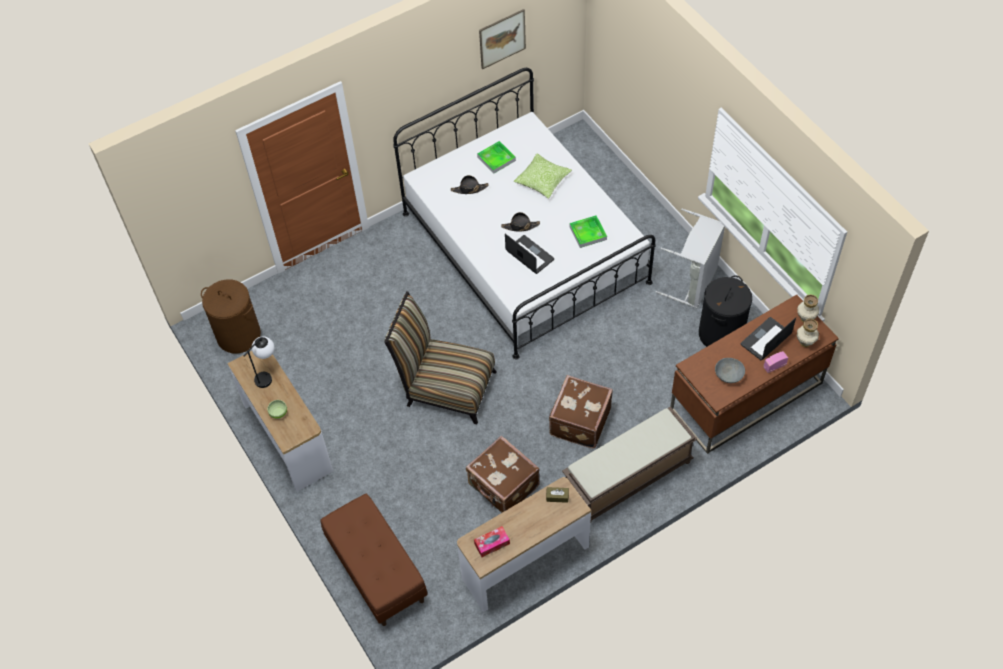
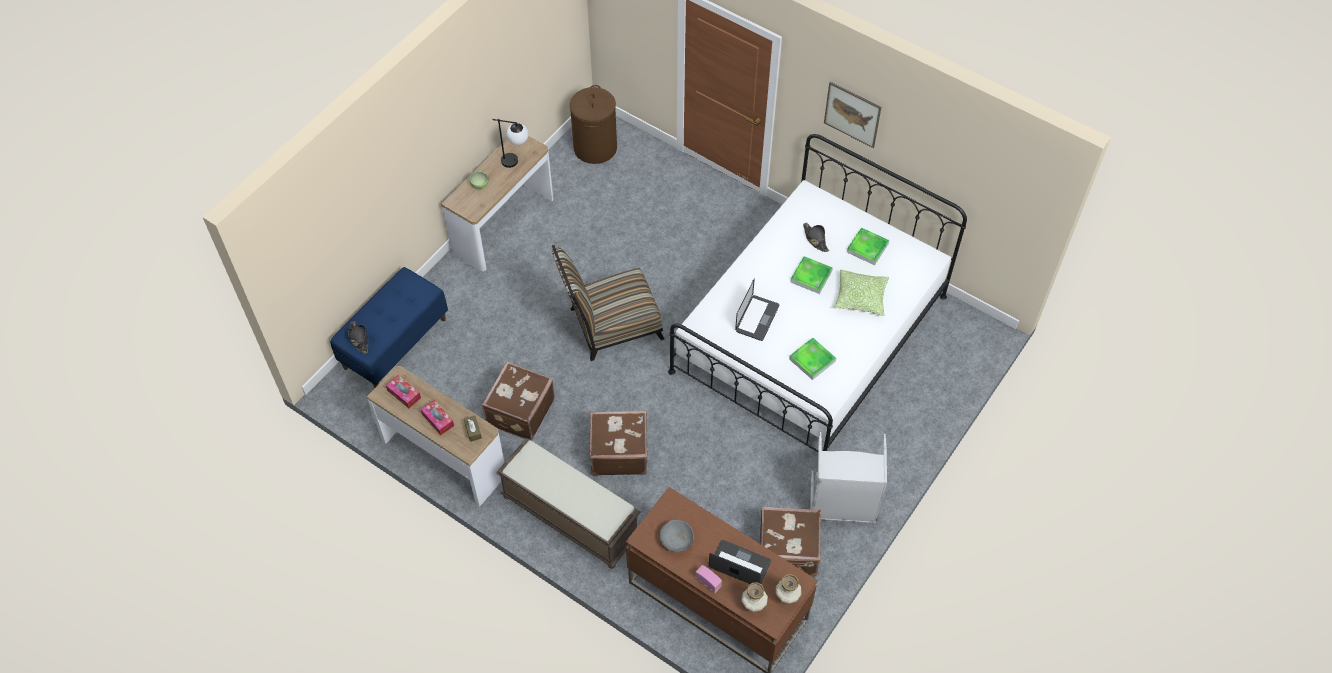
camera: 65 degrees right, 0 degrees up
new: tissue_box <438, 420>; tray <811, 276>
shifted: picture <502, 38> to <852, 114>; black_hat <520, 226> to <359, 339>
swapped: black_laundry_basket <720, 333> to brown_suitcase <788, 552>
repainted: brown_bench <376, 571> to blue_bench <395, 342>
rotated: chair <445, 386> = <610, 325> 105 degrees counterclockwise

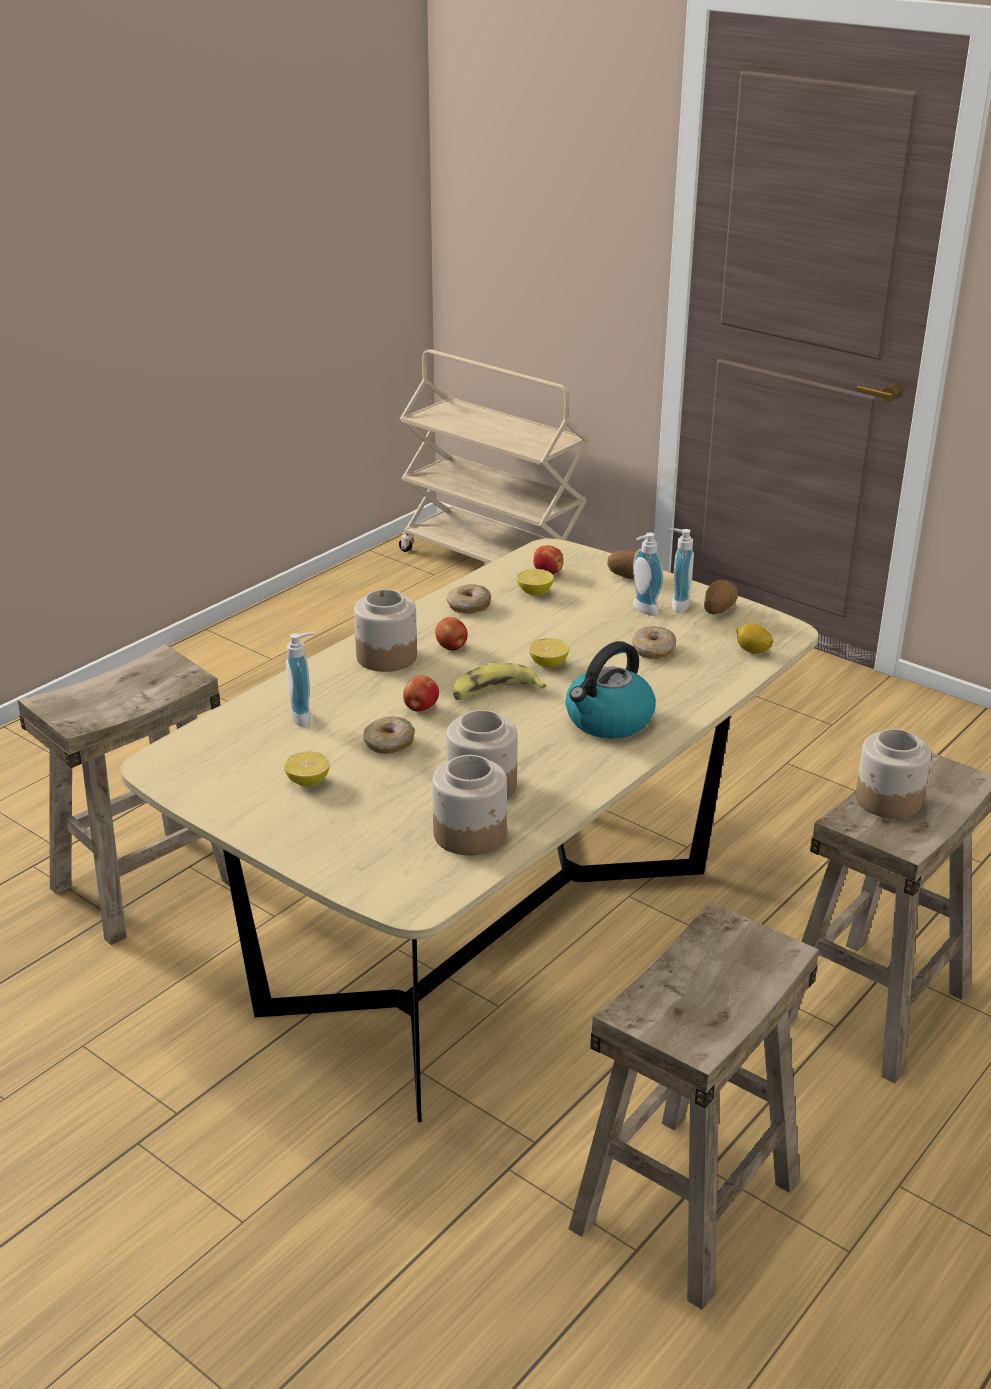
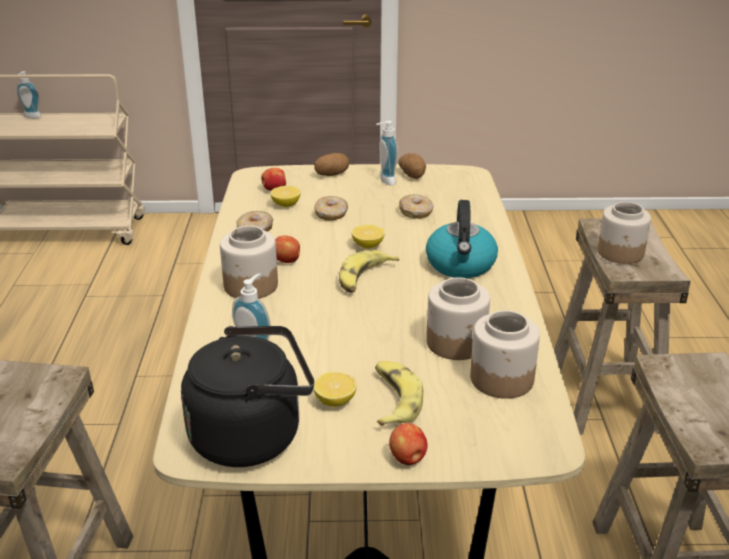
camera: 40 degrees left, 0 degrees up
gone: lemon <752, 651>
new: black_kettle <252, 435>; banana <393, 400>
shifted: donut <389, 743> to <331, 214>; apple <420, 708> to <408, 458>; soap_dispenser <642, 610> to <31, 117>

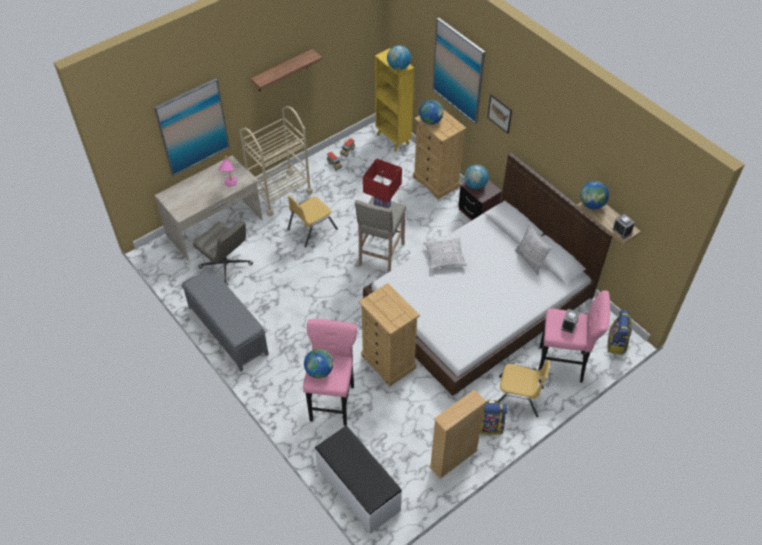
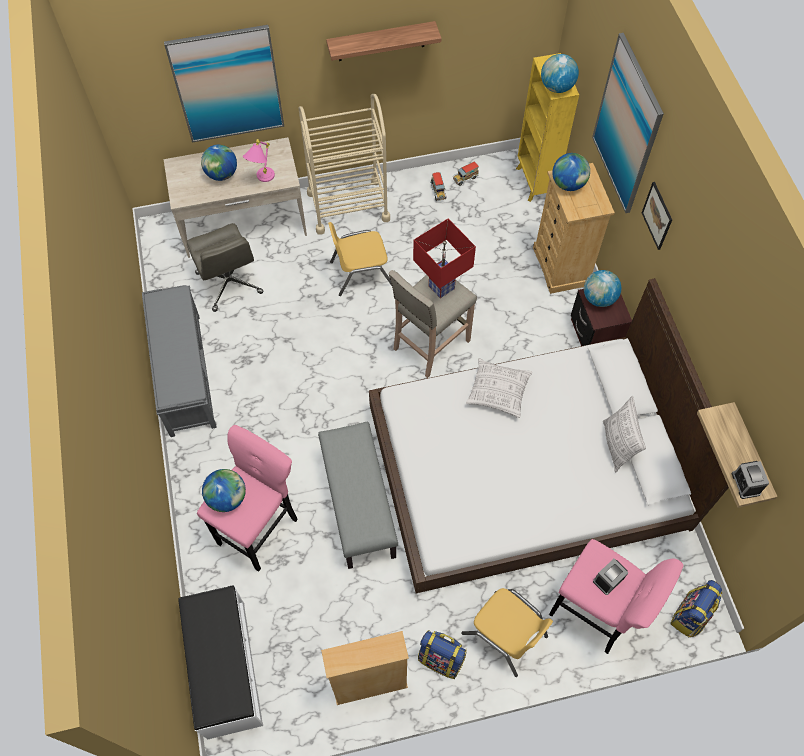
camera: 25 degrees right, 10 degrees up
shifted: globe <592, 204> to <222, 174>
swapped: beige_dresser <388, 362> to grey_bench <359, 504>

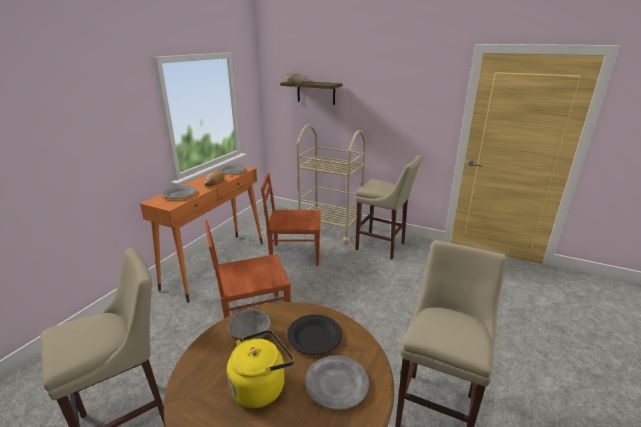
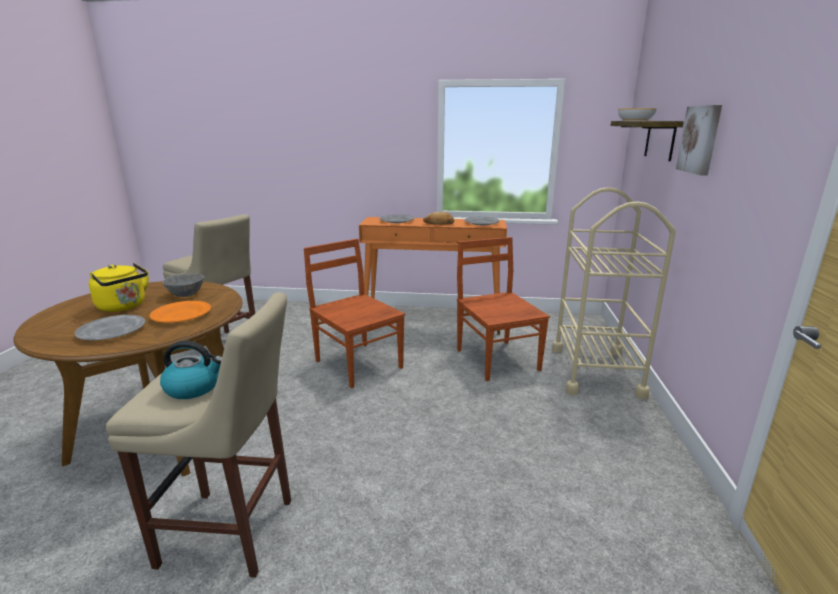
camera: 70 degrees right, 5 degrees down
gone: beige_stool <382, 247>
new: kettle <194, 387>; picture <700, 139>
repainted: black_plate <314, 336> to orange_plate <182, 315>

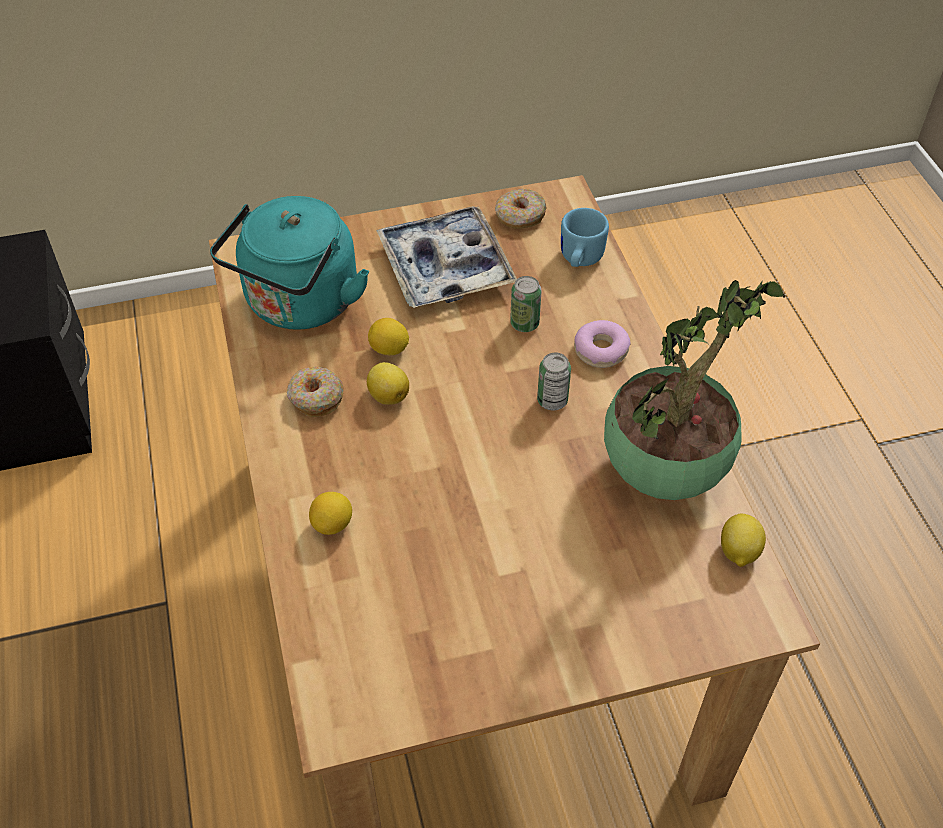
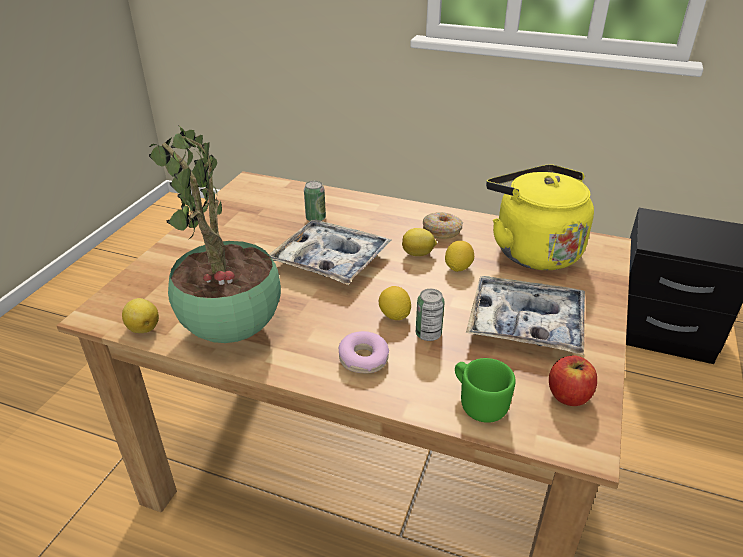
camera: 125 degrees right, 15 degrees down
new: tray <330, 260>
shifted: lemon <333, 524> to <394, 315>; can <552, 400> to <315, 218>
swapped: donut <520, 216> to apple <568, 395>
repainted: turquoise_kettle <299, 305> to yellow_kettle <532, 250>; blue_mug <579, 260> to green_mug <478, 403>

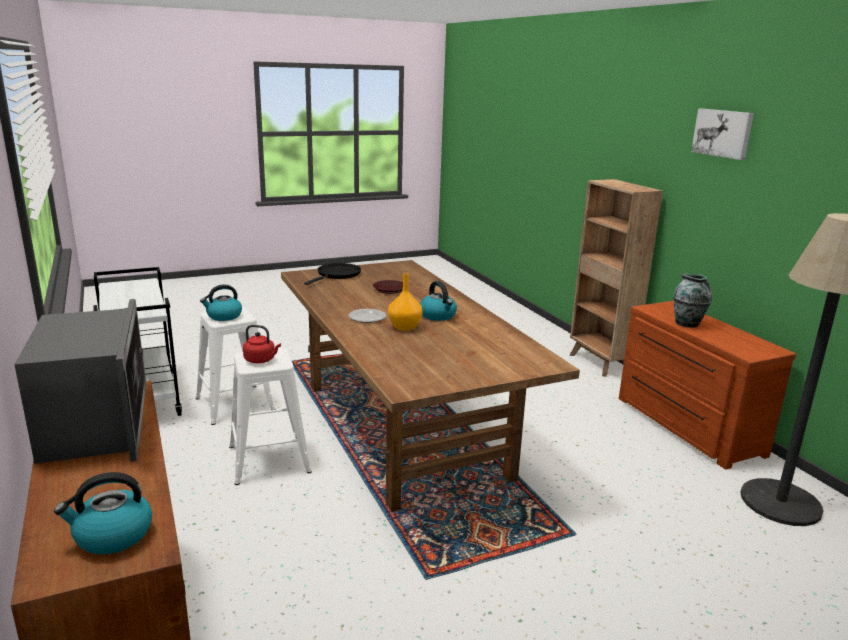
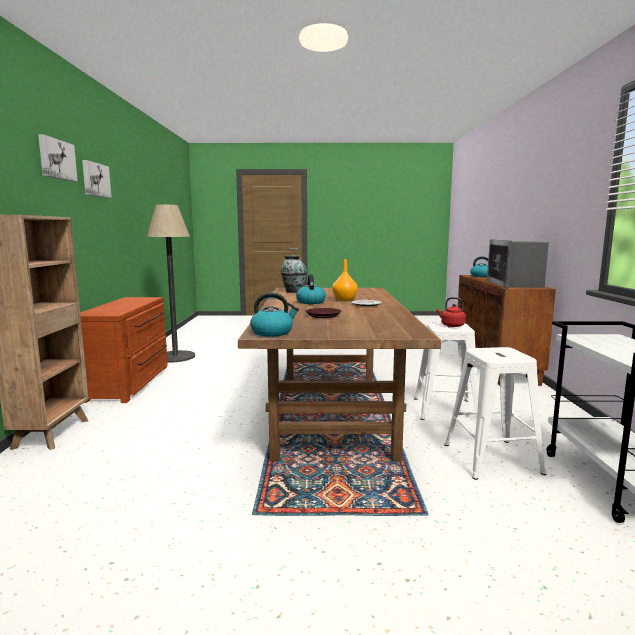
camera: 155 degrees left, 10 degrees down
gone: black_frying_pan <337, 275>
new: picture <95, 179>
shifted: kettle <223, 316> to <272, 332>; vase <687, 324> to <293, 291>

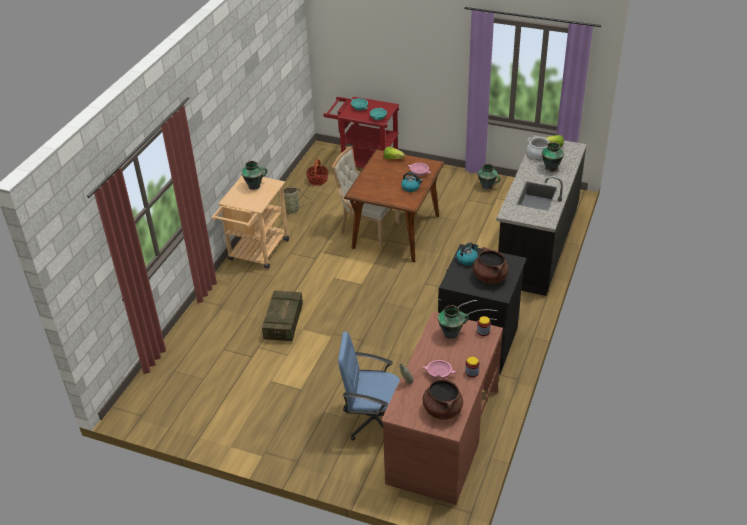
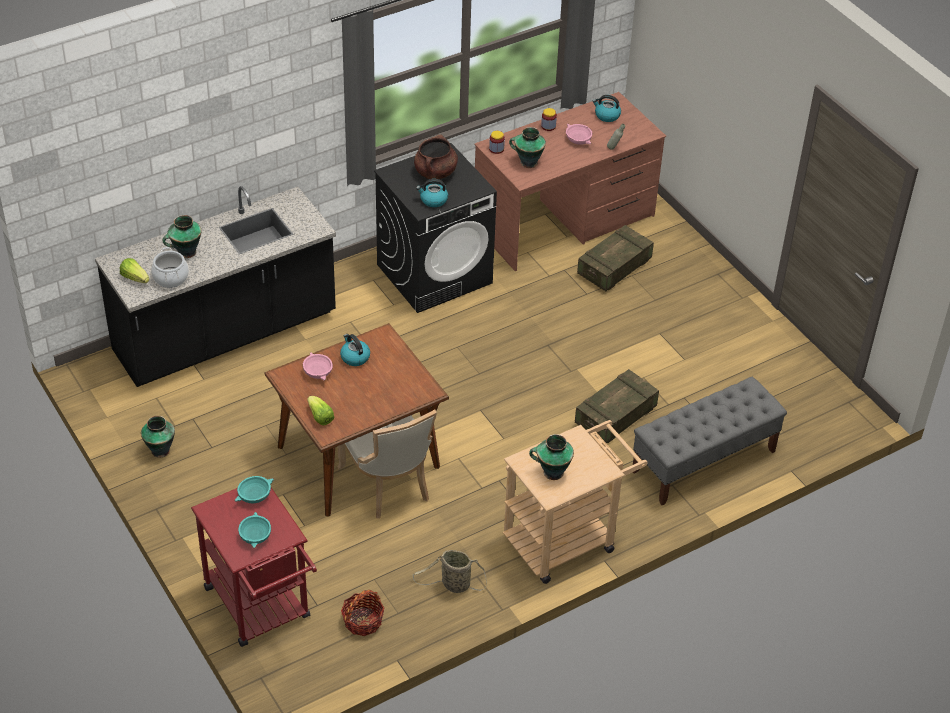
camera: 145 degrees left, 5 degrees up
new: grey_bench <703, 461>
swapped: blue_office_chair <373, 419> to crate <614, 268>; brown_cooking_pot <442, 409> to kettle <606, 115>

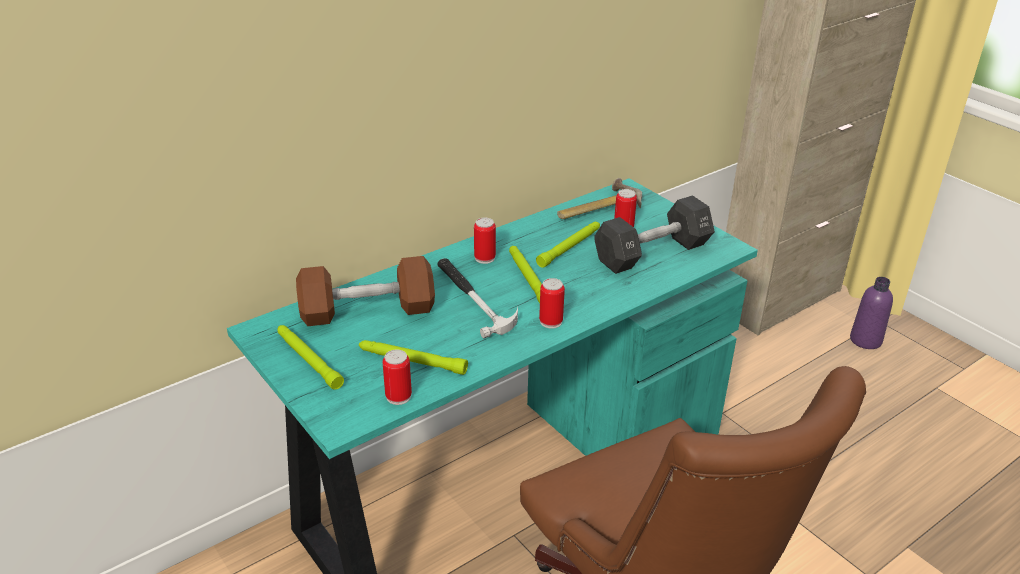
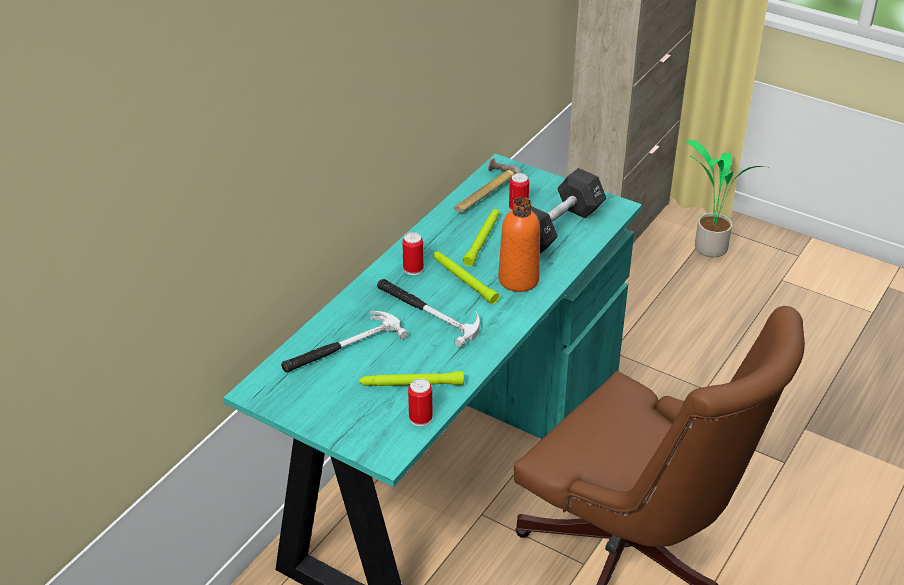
camera: 20 degrees left, 5 degrees up
gone: green_flashlight <308, 360>; can <551, 321>
new: orange_bottle <518, 279>
swapped: brown_dumbbell <367, 311> to hammer <341, 347>; purple_bottle <865, 340> to potted_plant <708, 248>

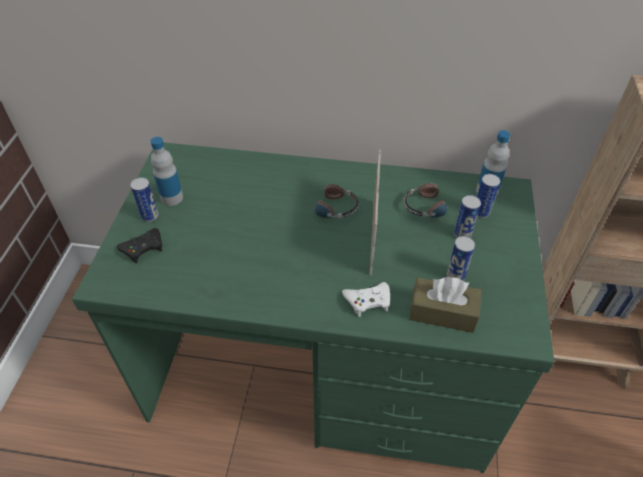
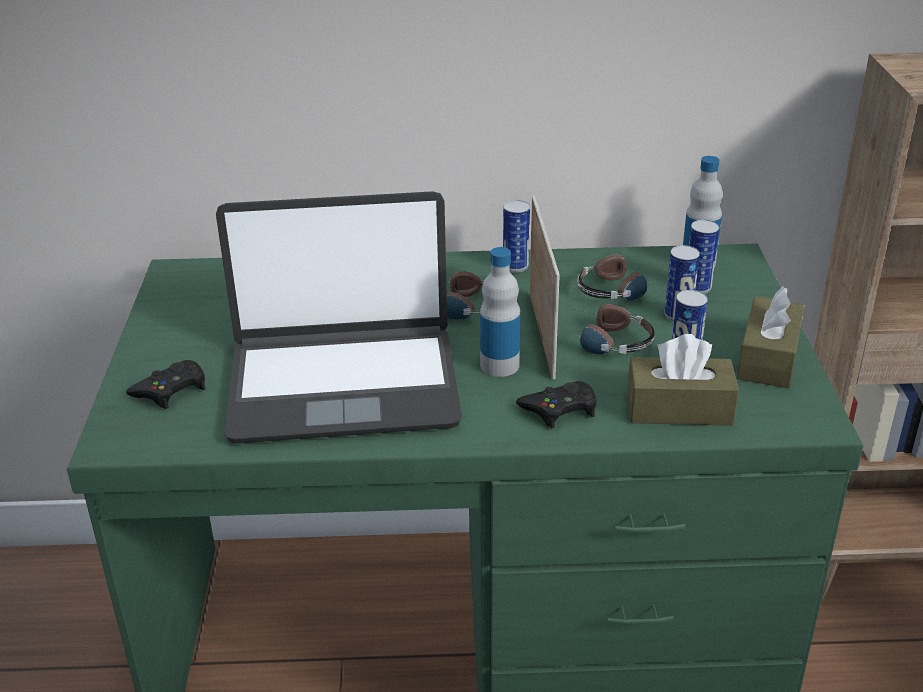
camera: 10 degrees left, 15 degrees down
new: laptop <343, 385>; headphones <603, 341>; brown_tissue_box <768, 358>
shifted: can <150, 216> to <515, 267>; bottle <172, 198> to <499, 365>
repainted: white_game_controller <368, 301> to black_game_controller <560, 409>

